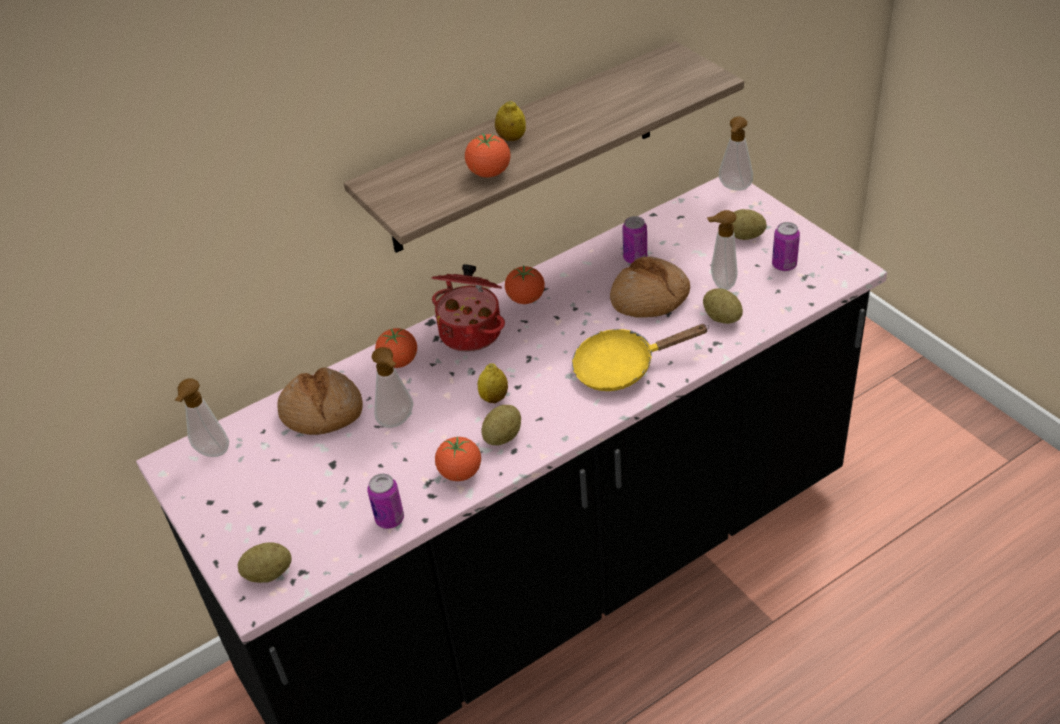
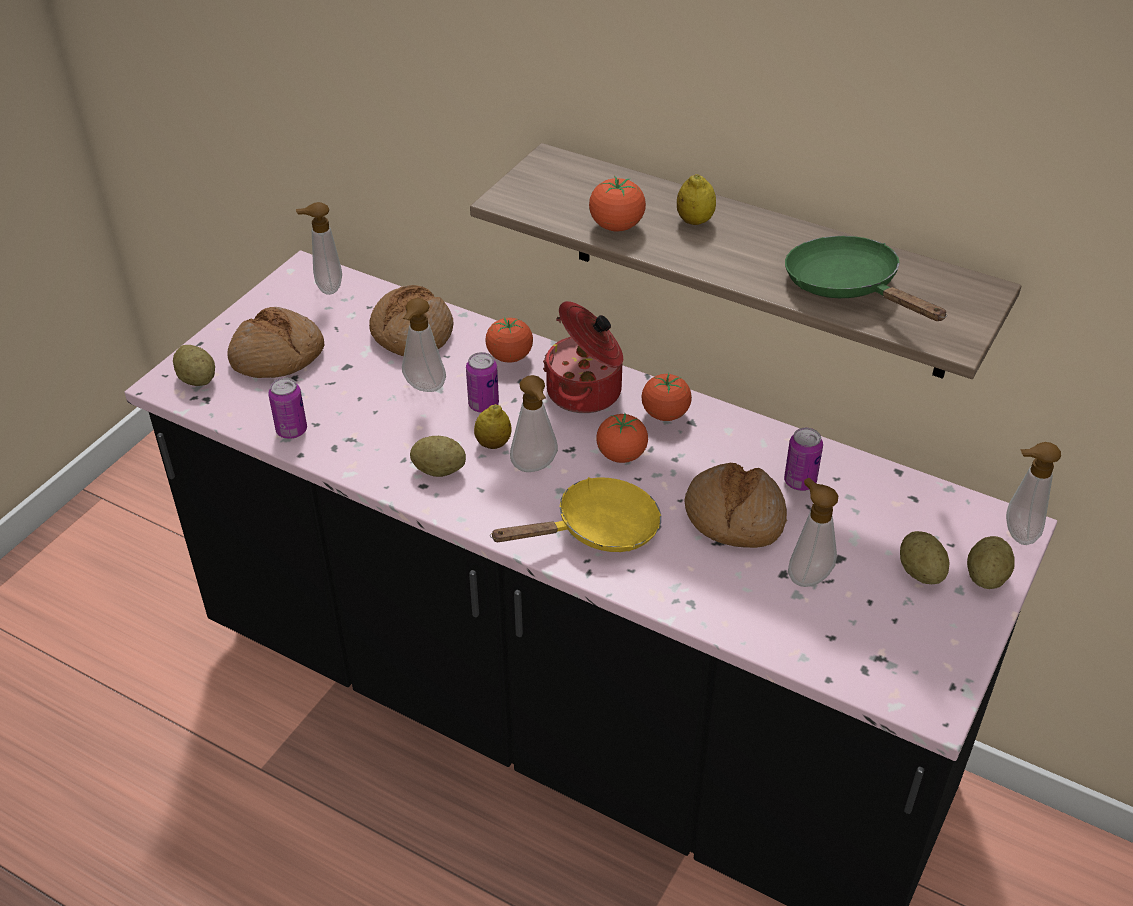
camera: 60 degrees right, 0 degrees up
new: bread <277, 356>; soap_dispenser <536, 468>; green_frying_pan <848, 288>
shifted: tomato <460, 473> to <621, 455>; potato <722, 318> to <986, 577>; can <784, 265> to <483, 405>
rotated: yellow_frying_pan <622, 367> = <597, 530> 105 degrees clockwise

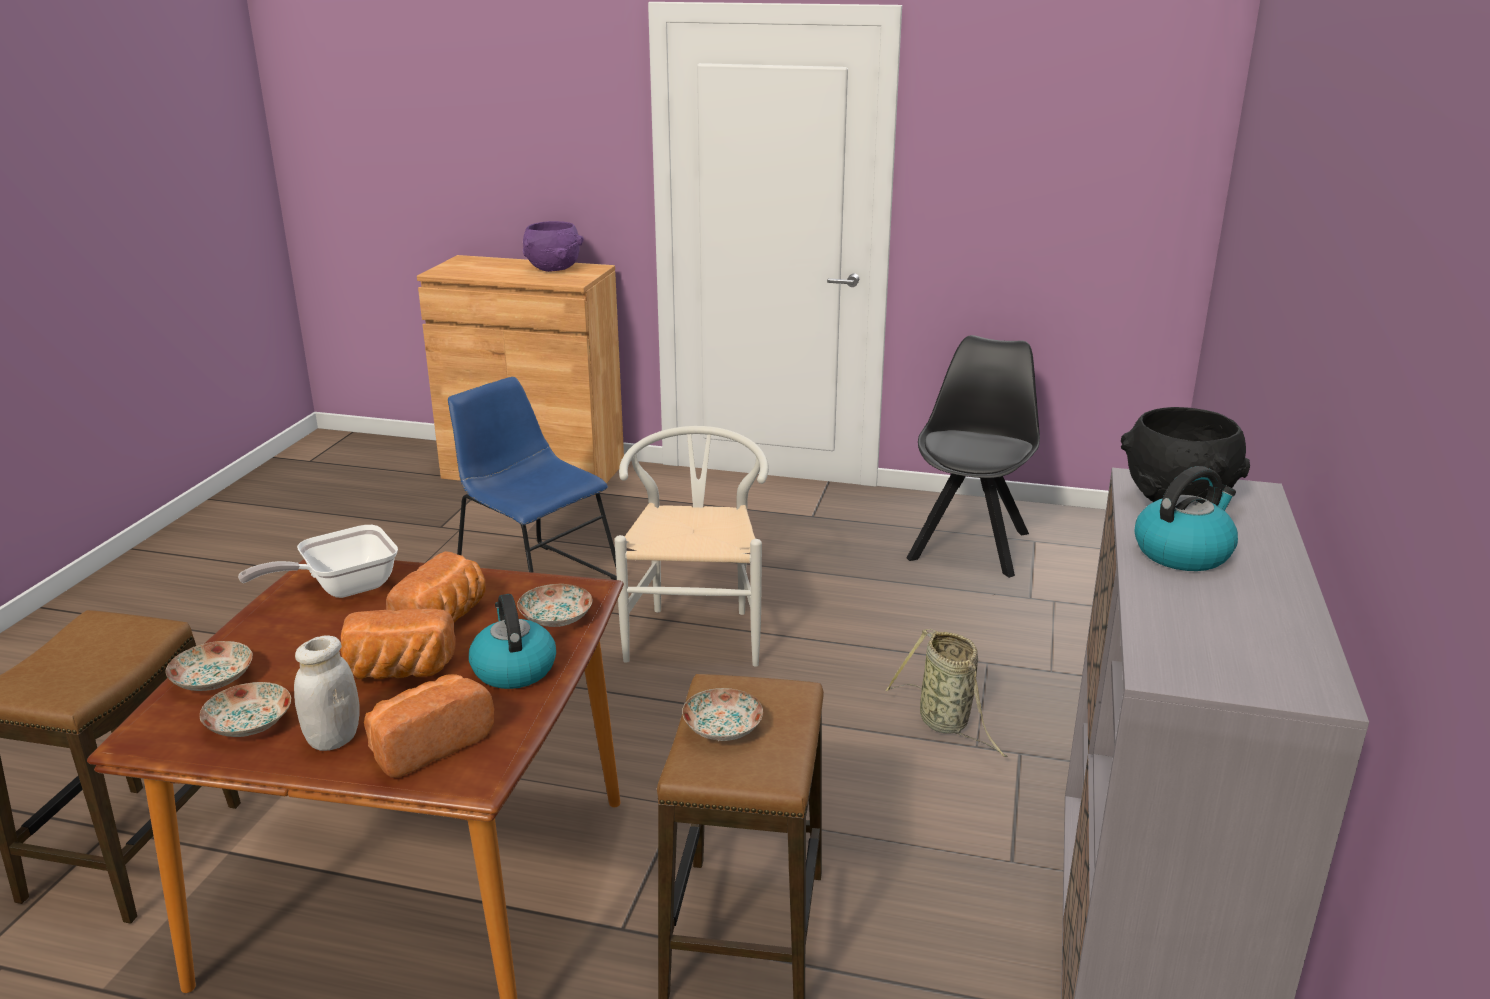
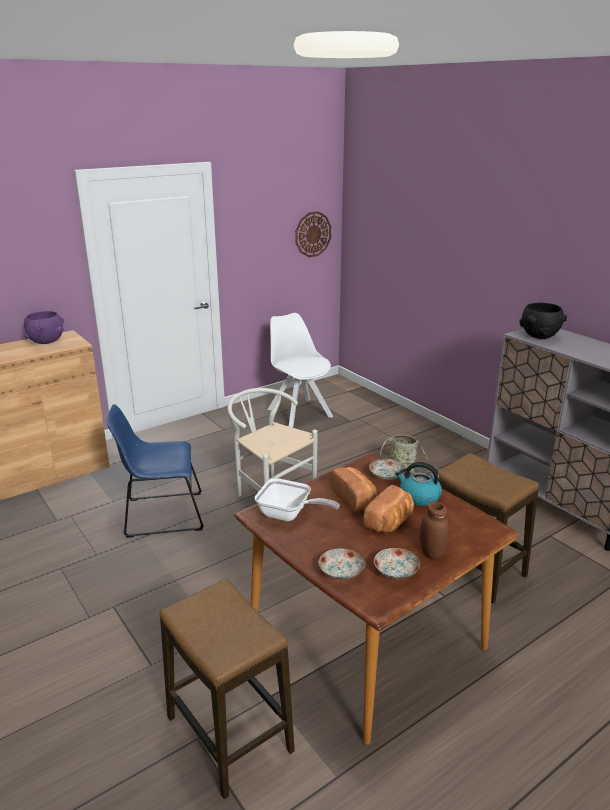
camera: 50 degrees left, 0 degrees up
gone: bread <427, 744>; plate <724, 728>; kettle <1183, 552>
new: wall_clock <313, 234>
repainted: white_jar <333, 739> to brown_jar <432, 553>; black_chair <970, 544> to white_chair <299, 412>
rotated: frying_pan <341, 588> = <289, 515> 75 degrees counterclockwise

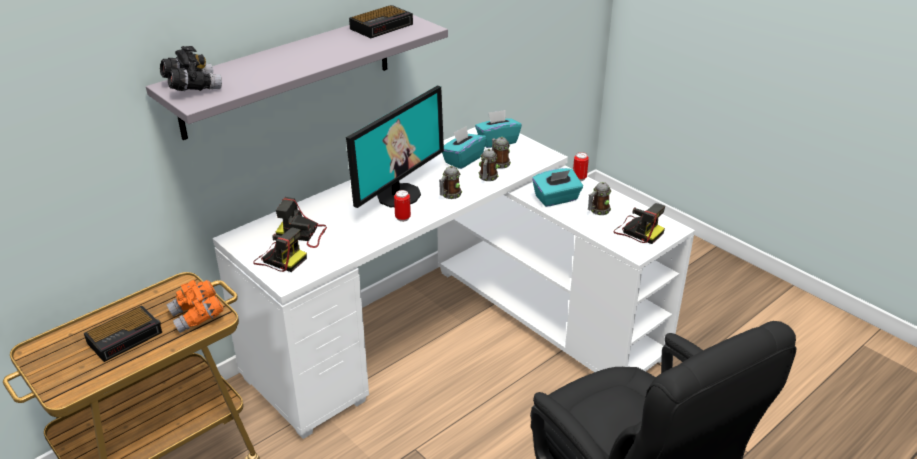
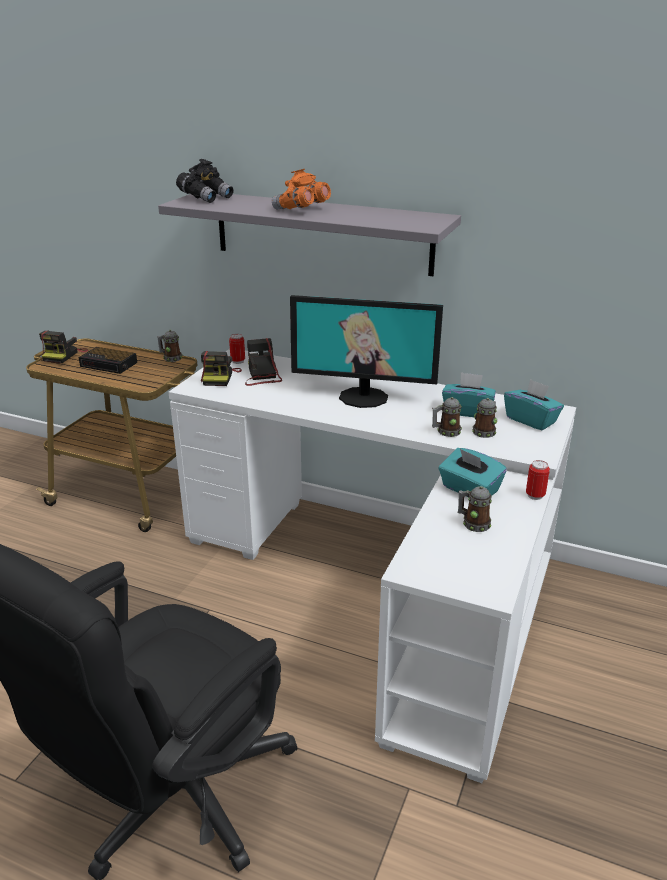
camera: 65 degrees right, 5 degrees down
gone: alarm_clock <382, 26>
shifted: orange_binoculars <197, 317> to <301, 210>; can <402, 218> to <238, 361>; mug <449, 195> to <170, 358>; photo_camera <637, 231> to <64, 355>

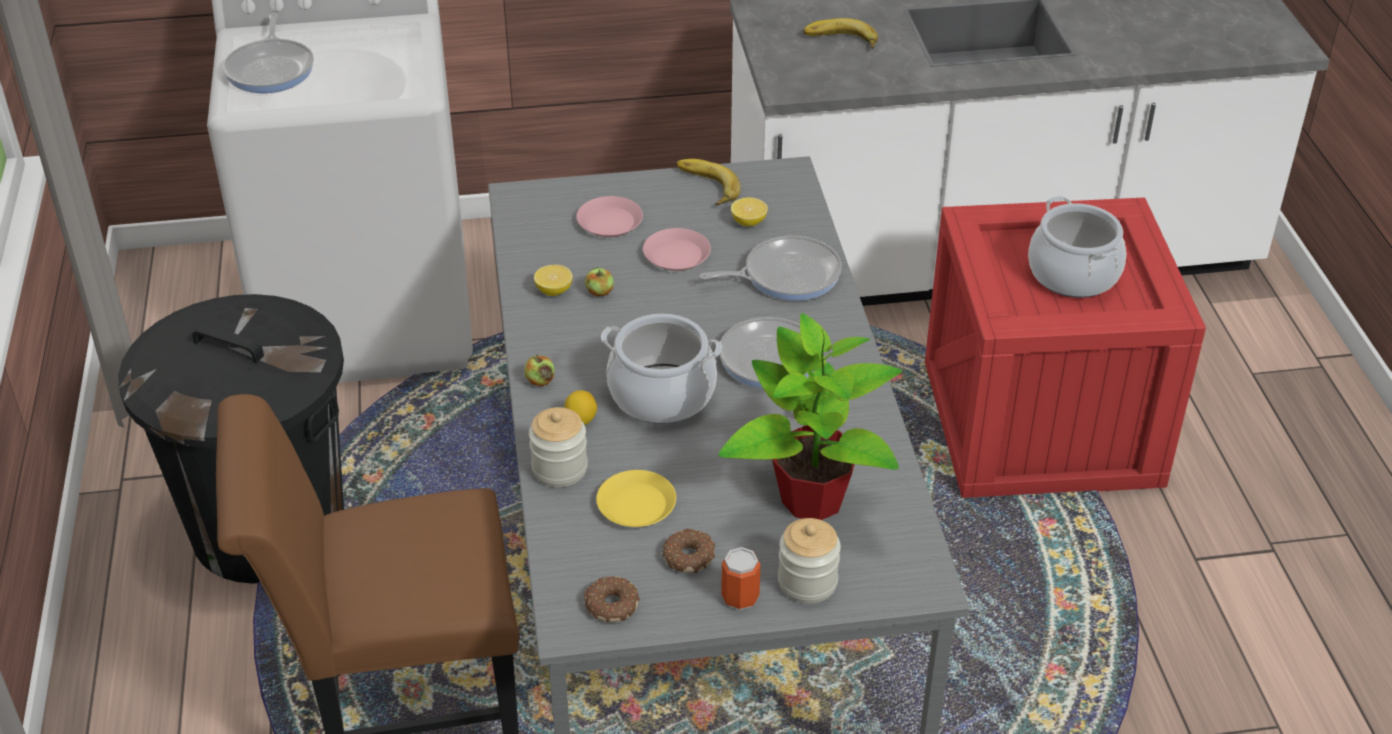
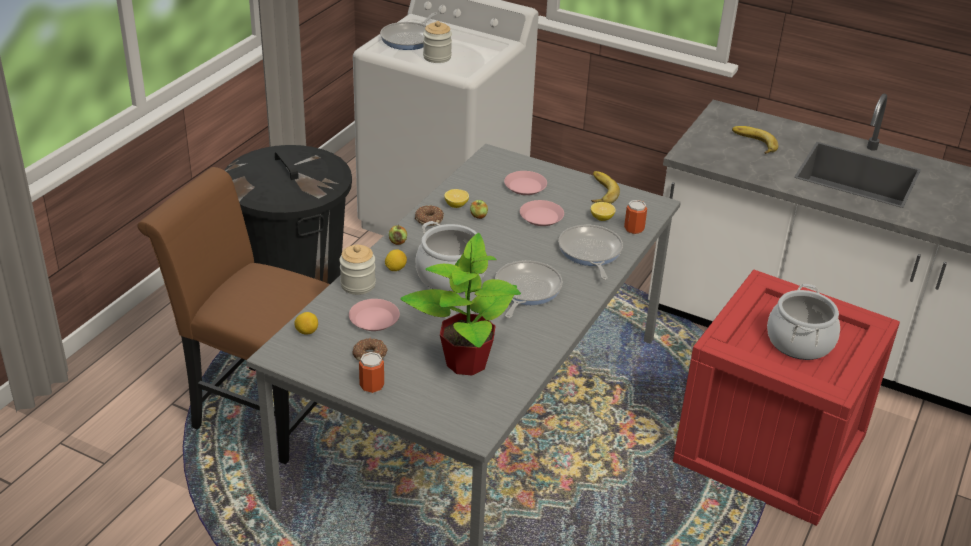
camera: 35 degrees right, 5 degrees down
new: lemon <306, 332>; can <634, 229>
shifted: donut <611, 605> to <428, 219>; jar <807, 582> to <437, 57>
repainted: yellow_plate <637, 505> to pink_plate <374, 319>
rotated: frying_pan <786, 275> = <590, 252> 120 degrees counterclockwise

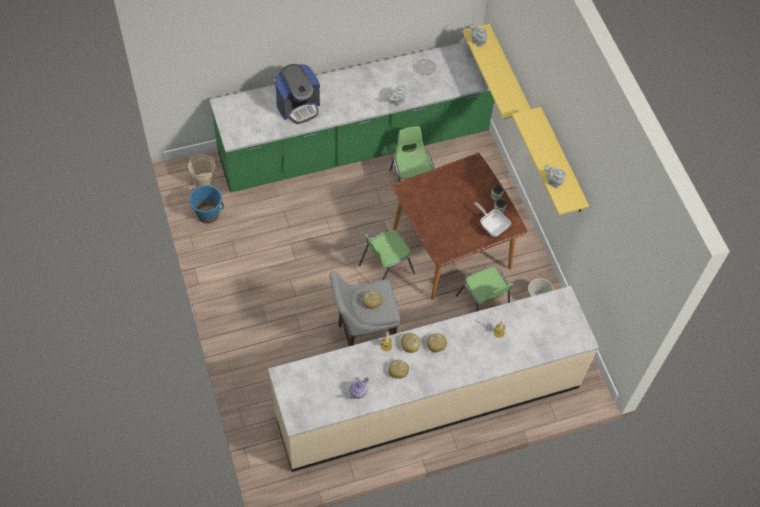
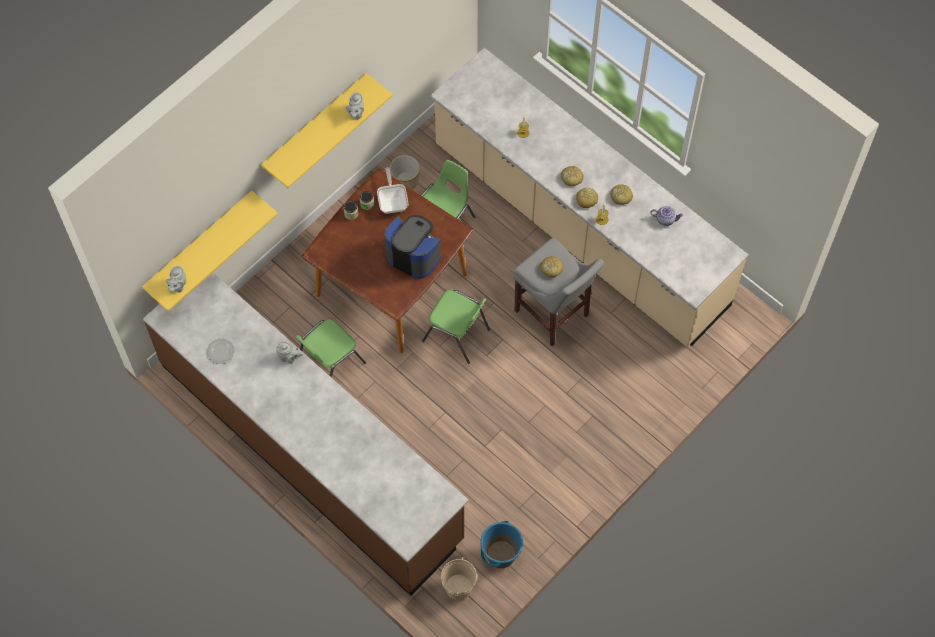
camera: 115 degrees left, 5 degrees up
shifted: coffee_machine <298, 106> to <414, 255>
repainted: green_counter <354, 146> to brown_counter <311, 450>
rotated: frying_pan <492, 226> = <393, 201> 150 degrees clockwise

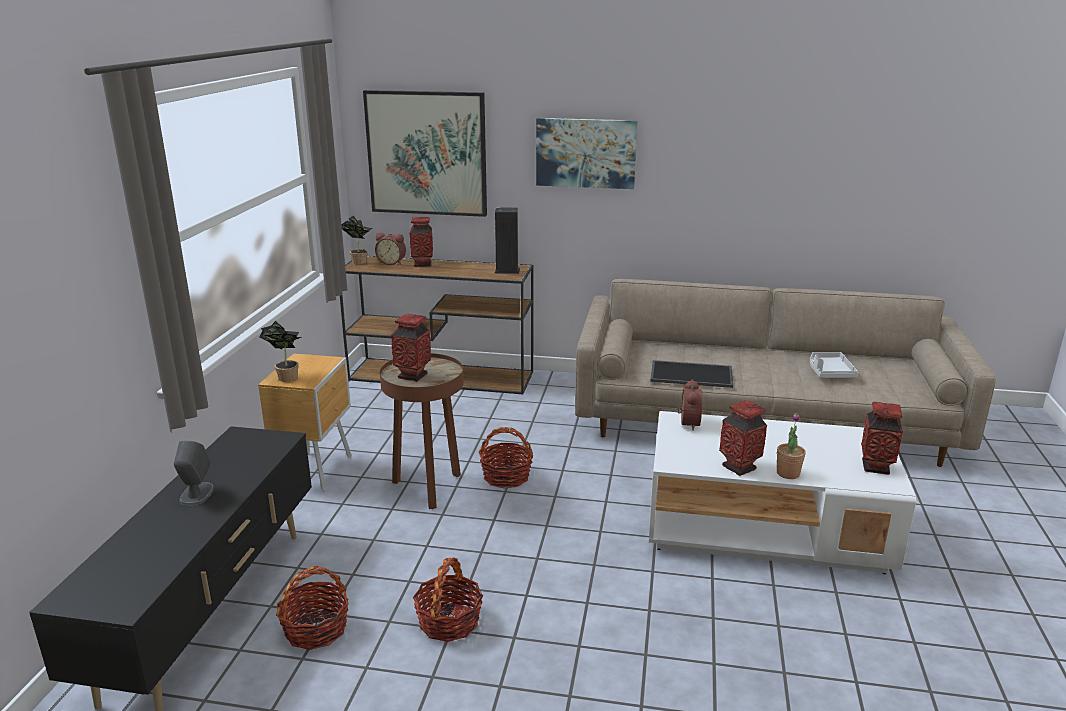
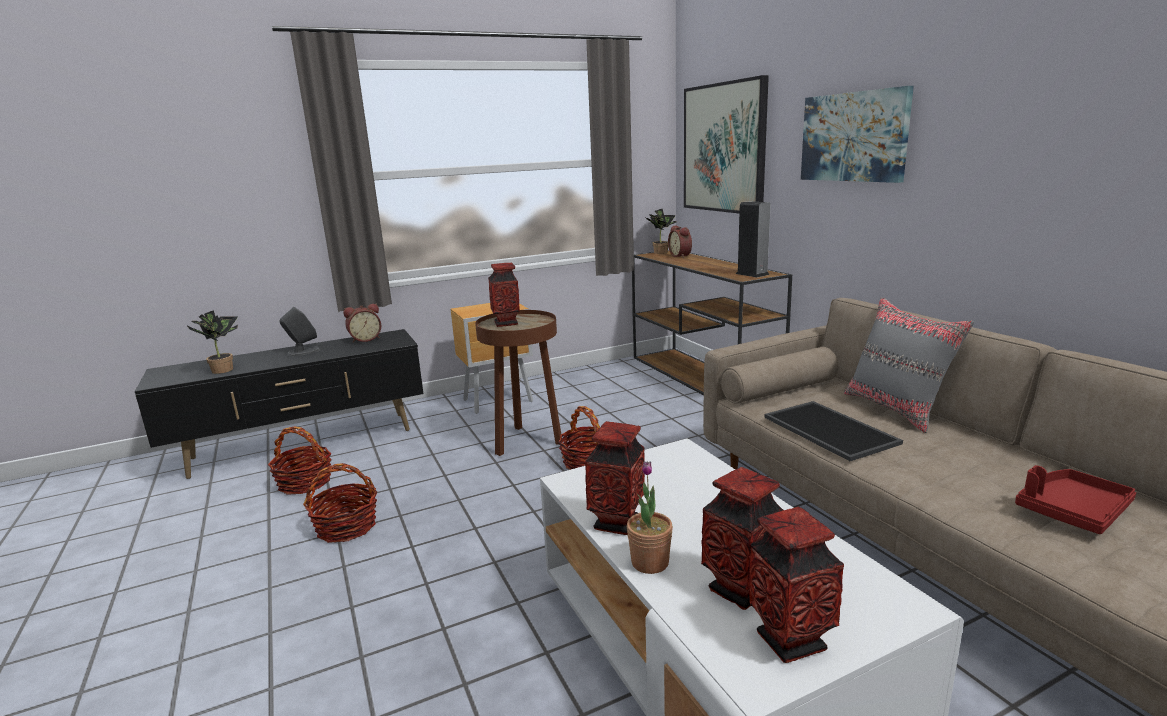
camera: 55 degrees right, 5 degrees down
new: grey_pillow <896, 409>
shifted: potted_plant <285, 377> to <223, 369>; vase <422, 264> to <739, 590>; alarm_clock <687, 423> to <365, 339>
repainted: grey_tray <829, 372> to red_tray <1071, 510>

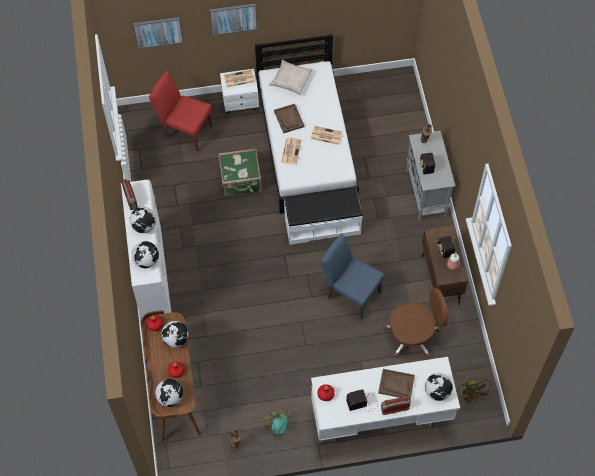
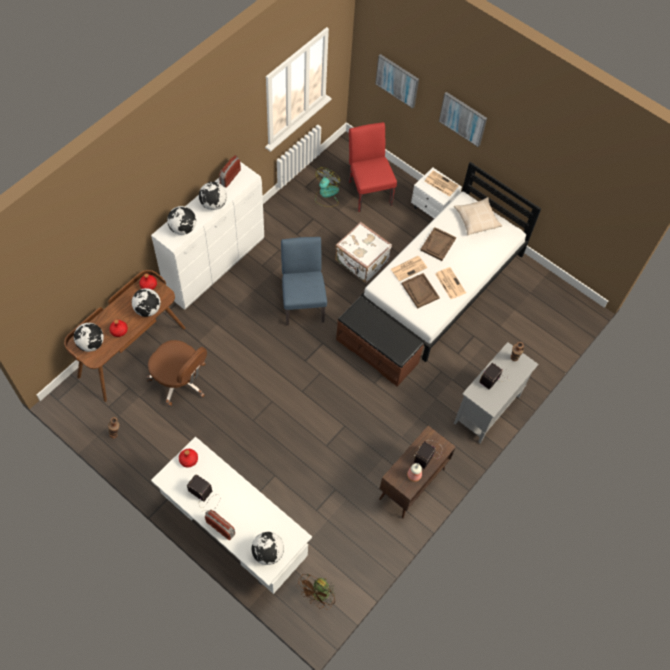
camera: 45 degrees right, 0 degrees up
shifted: fan <281, 429> to <326, 194>; blue_chair <350, 293> to <303, 301>; brown_tray <396, 384> to <420, 291>; brown_office_chair <413, 336> to <180, 381>
repainted: green_suitcase <241, 181> to white_suitcase <361, 262>; white_bench <322, 225> to brown_bench <377, 351>

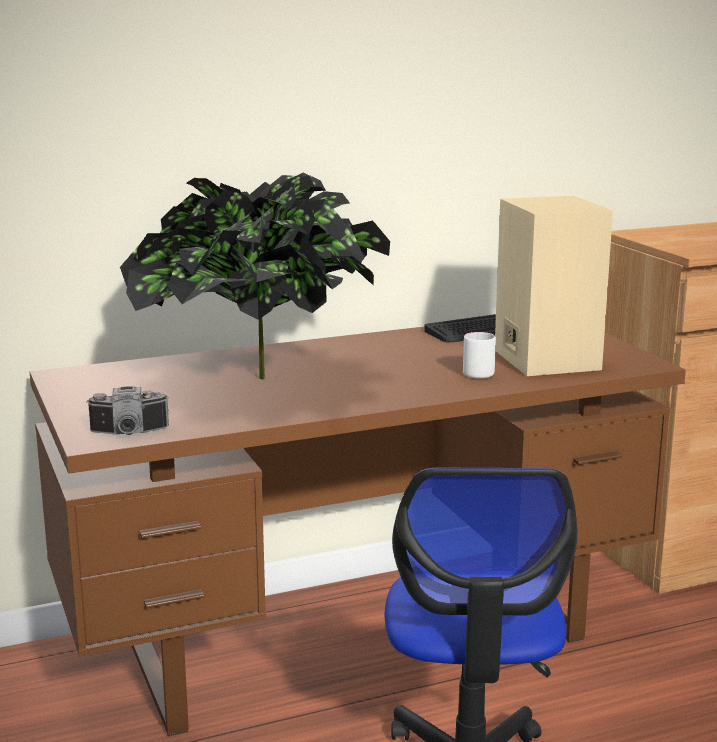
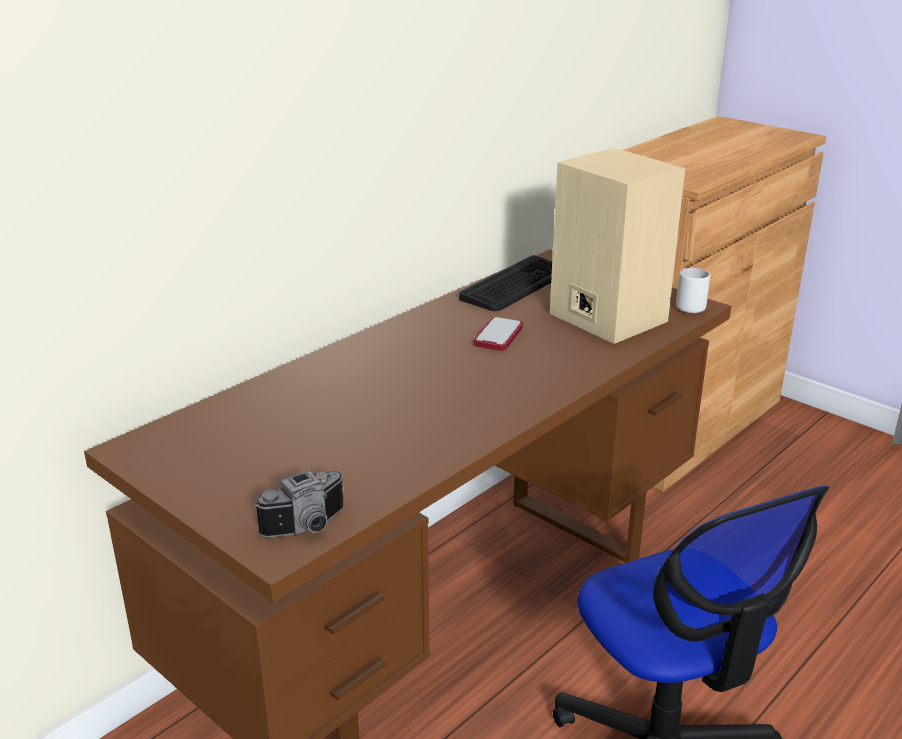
camera: 25 degrees left, 10 degrees up
gone: potted_plant <258, 380>
new: phone <498, 336>
shifted: white_mug <479, 373> to <688, 306>

